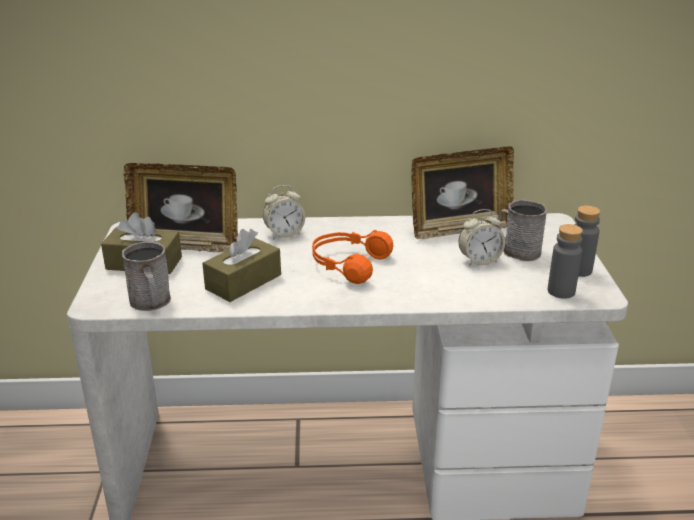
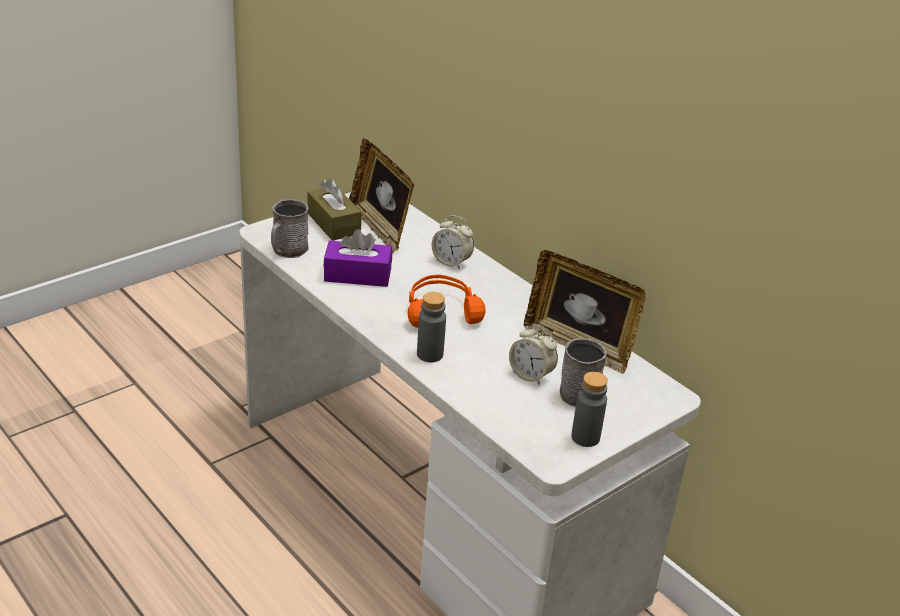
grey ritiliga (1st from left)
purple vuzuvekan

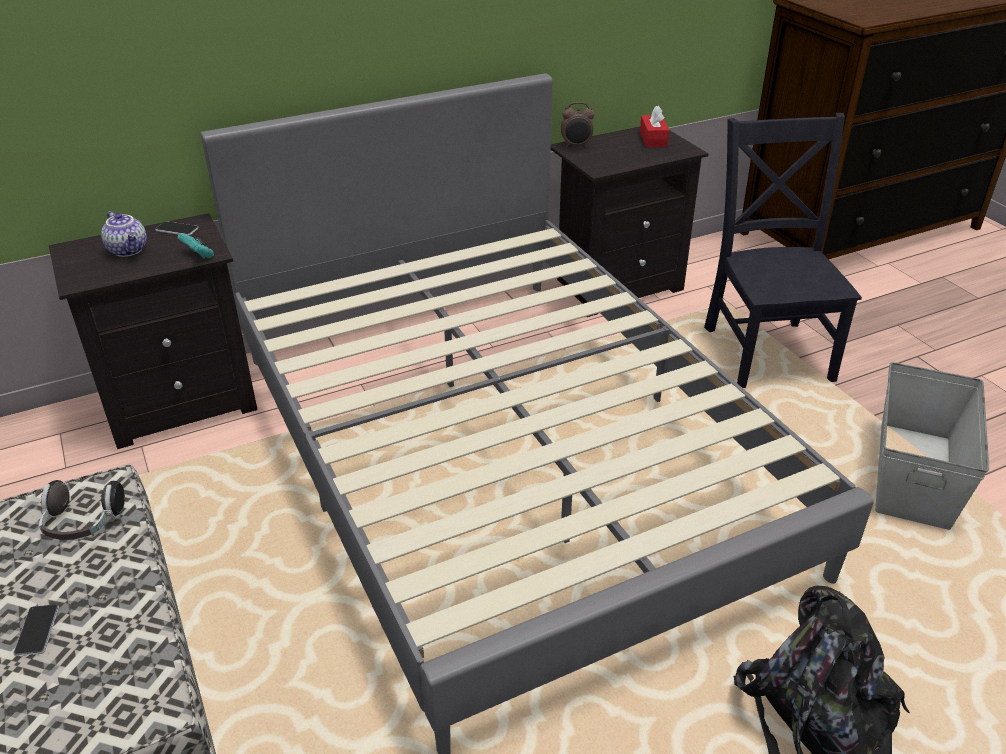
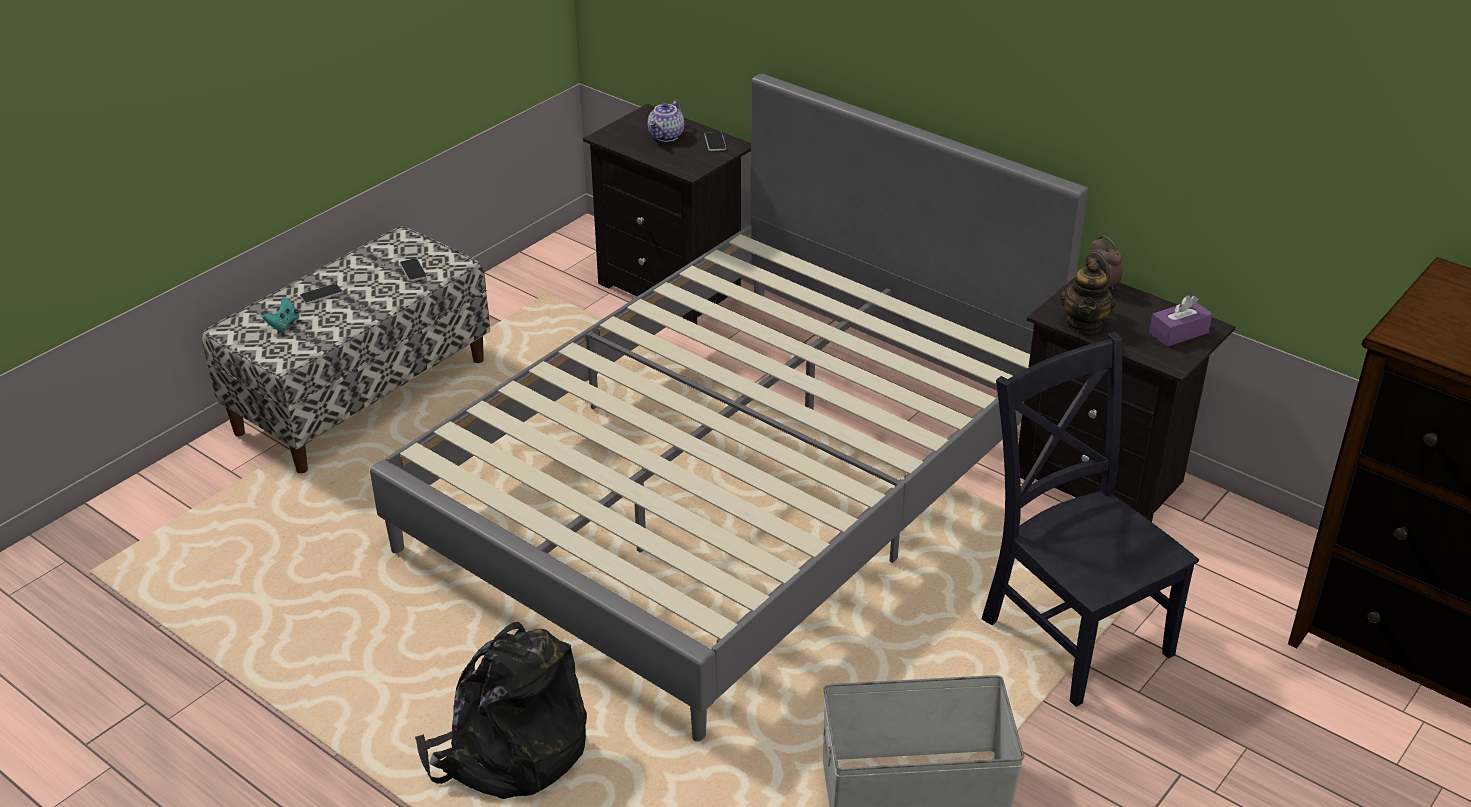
purple vuzuvekan
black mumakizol
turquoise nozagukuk
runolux (2nd from left)
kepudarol (2nd from left)

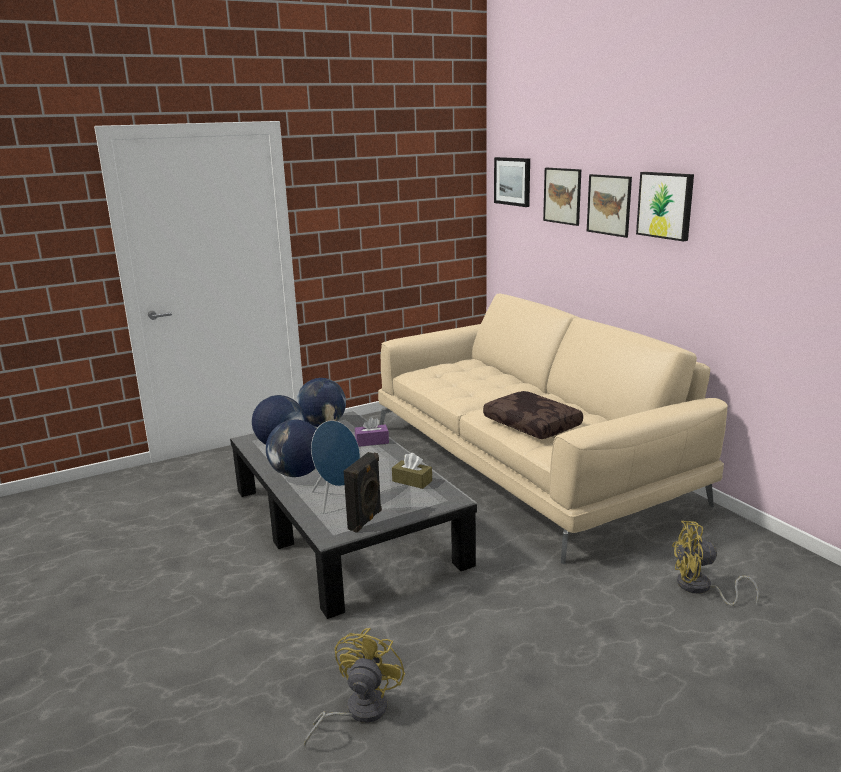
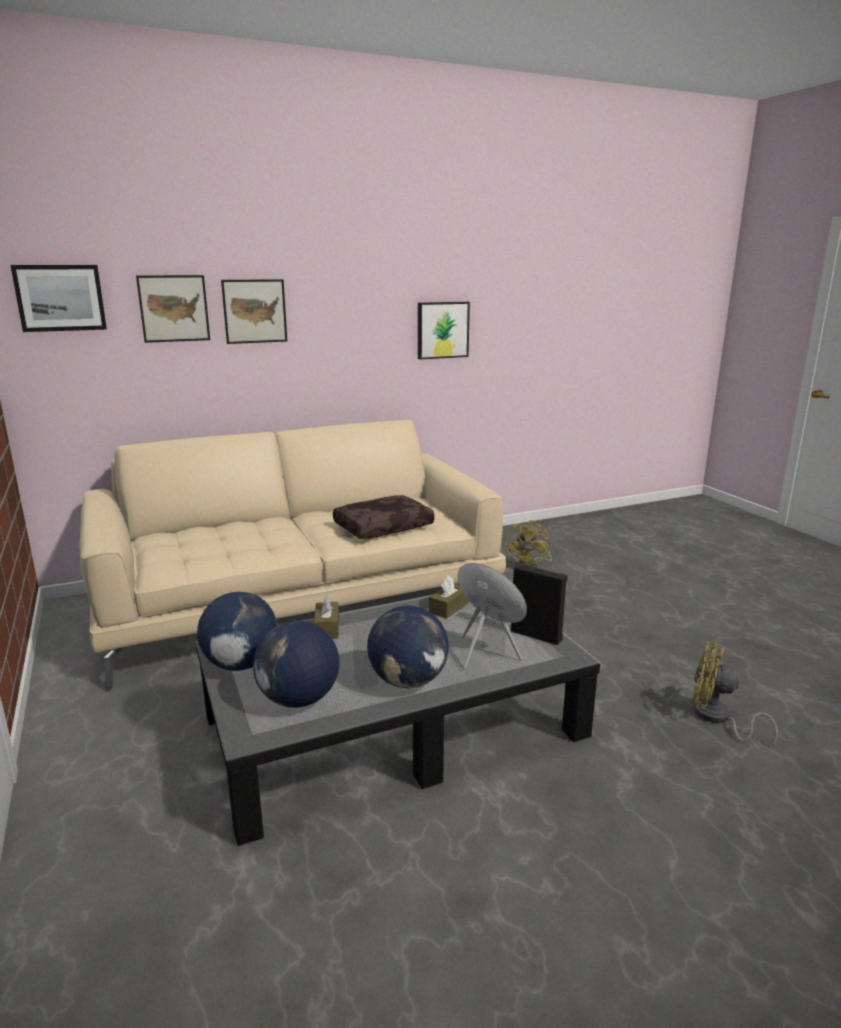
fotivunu (4th from left)
brown vuzuvekan (1st from left)

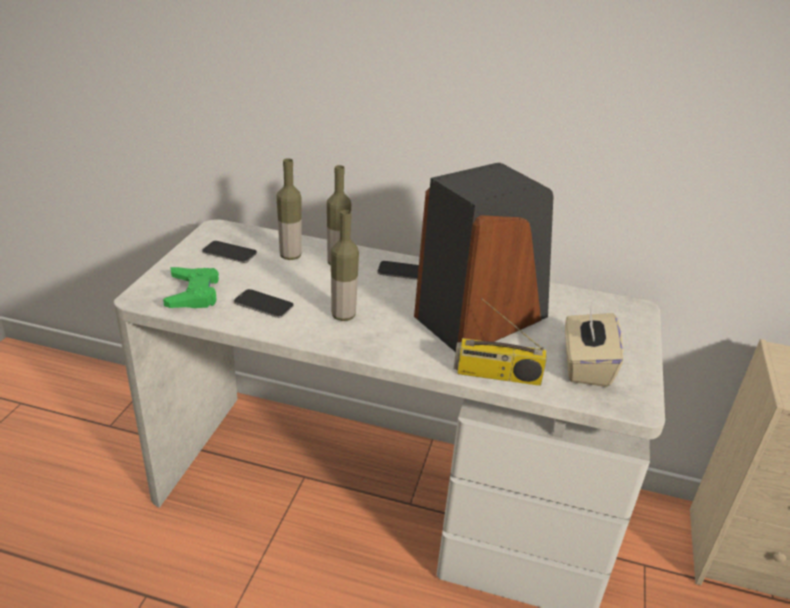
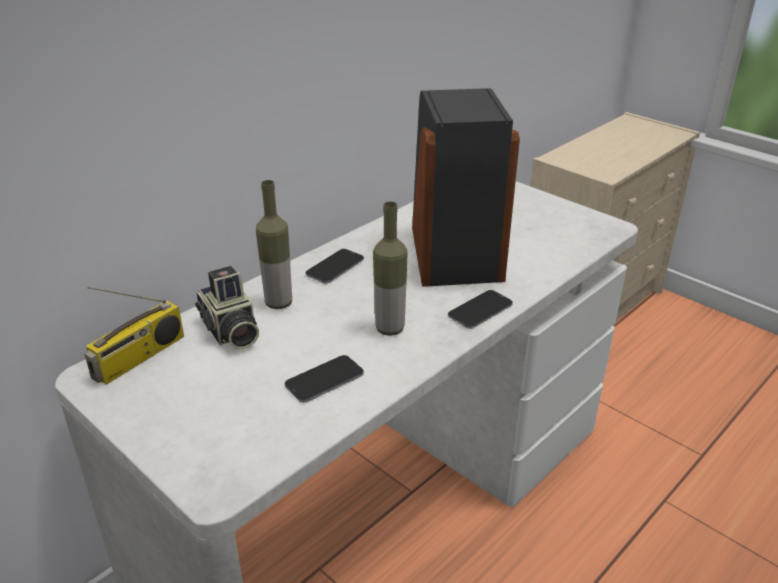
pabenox
runolux (3rd from left)
green nozagukuk
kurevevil
beige vuzuvekan

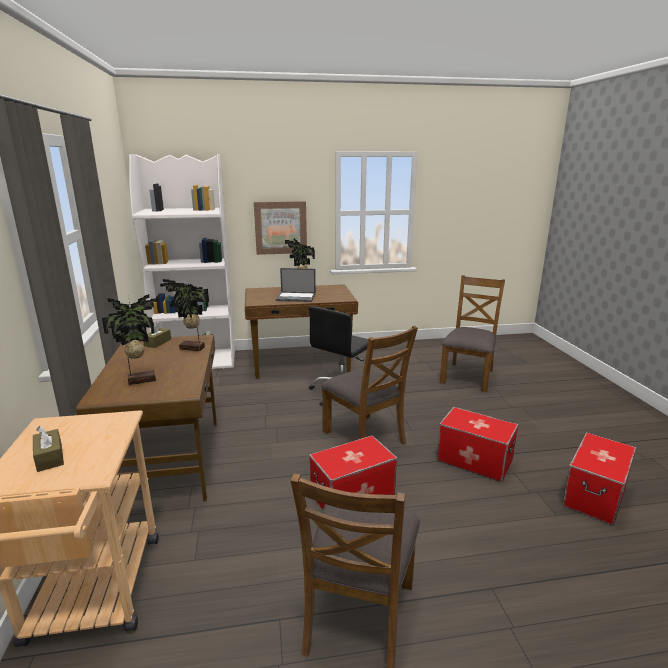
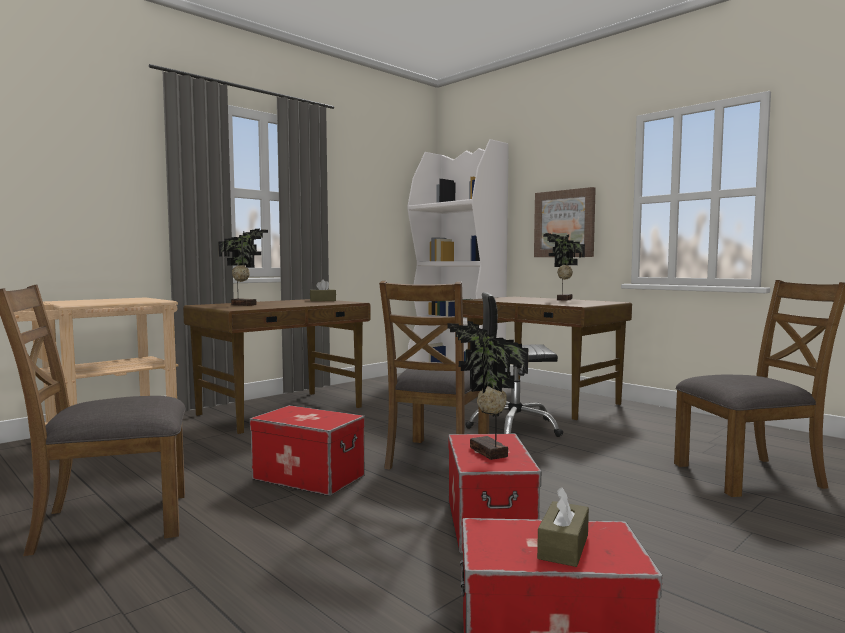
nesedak
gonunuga (2nd from left)
brown vuzuvekan (2nd from left)

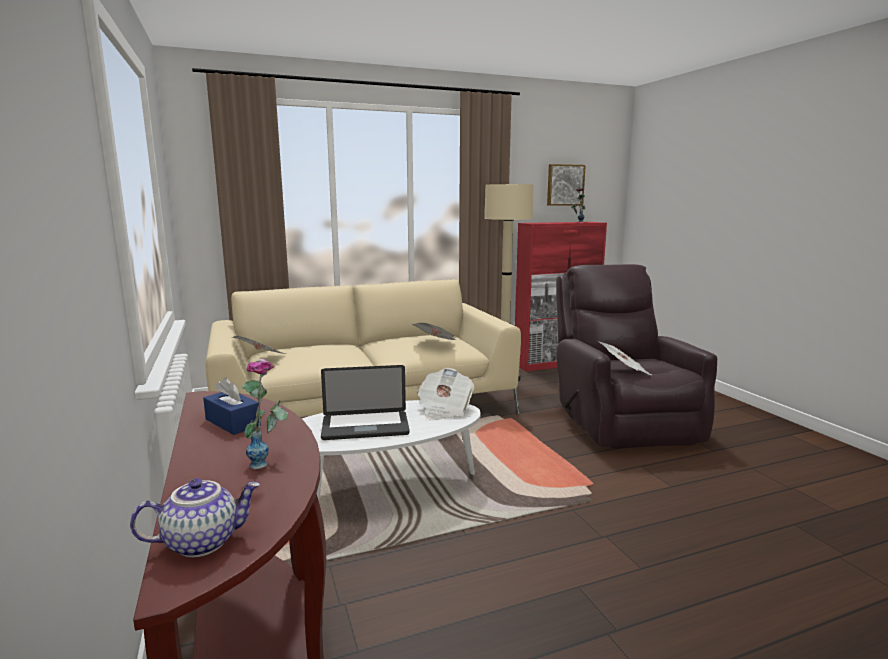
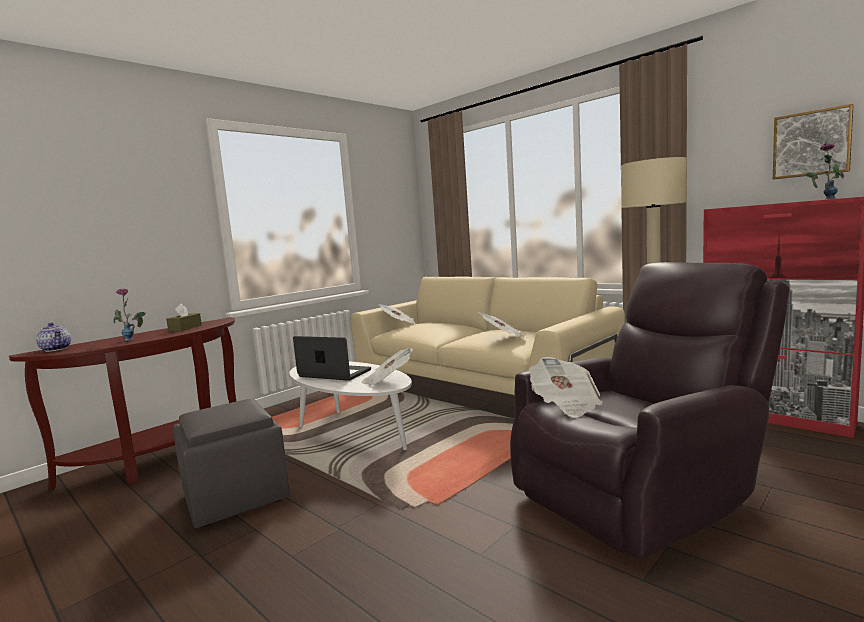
nesedak
brown vuzuvekan
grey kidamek

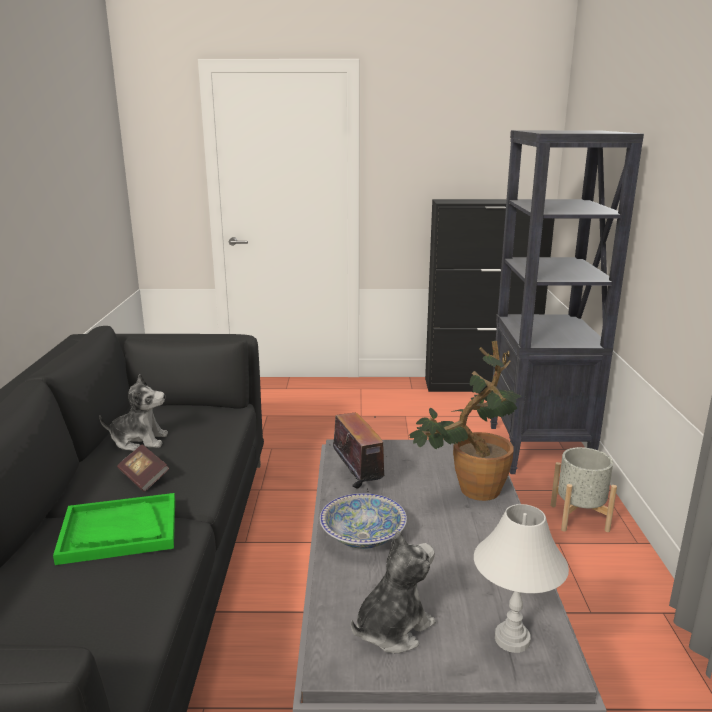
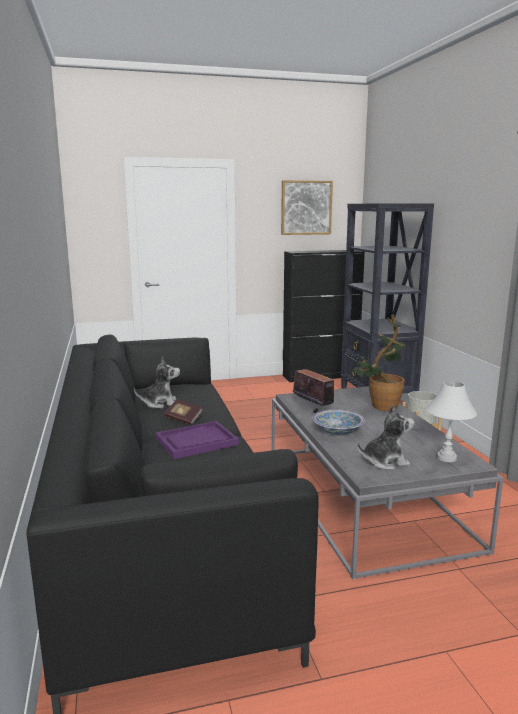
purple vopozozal
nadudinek (2nd from left)
fotivunu

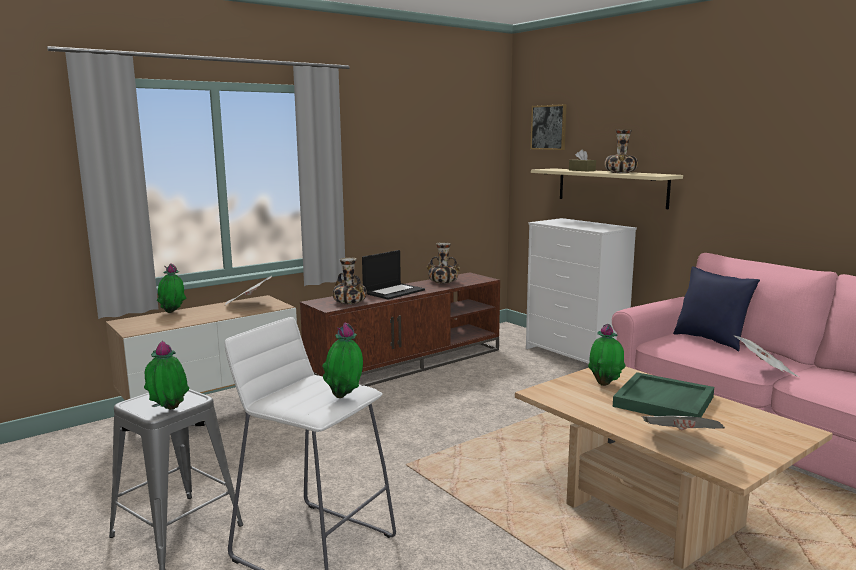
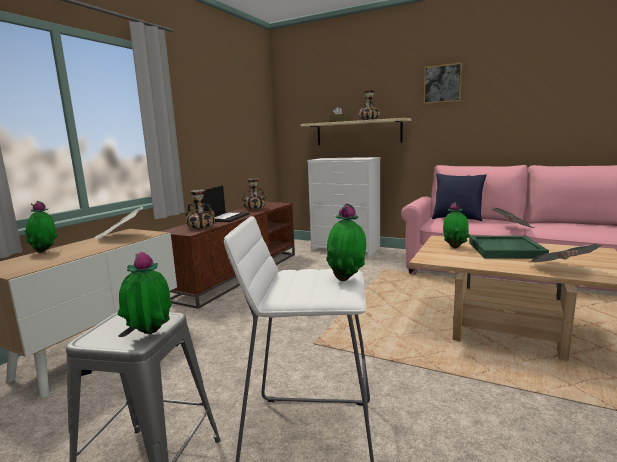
fotivunu

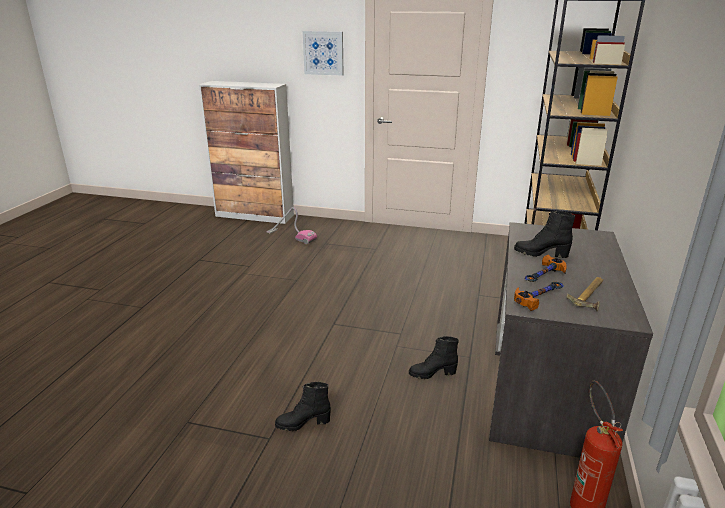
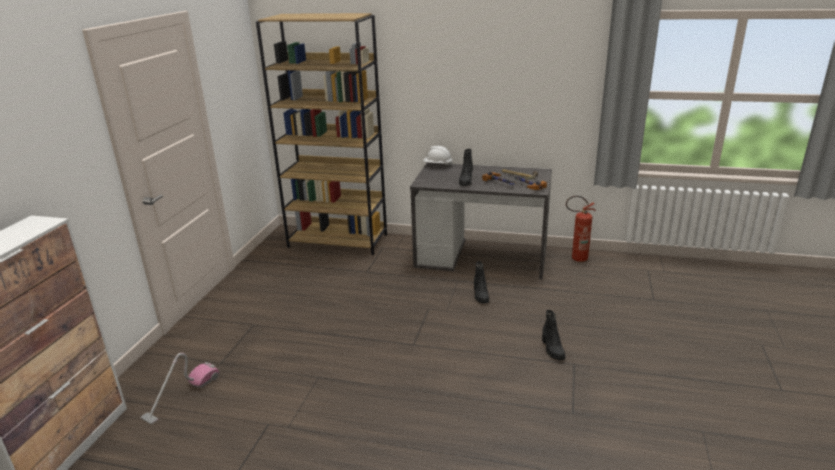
fotivunu
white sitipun

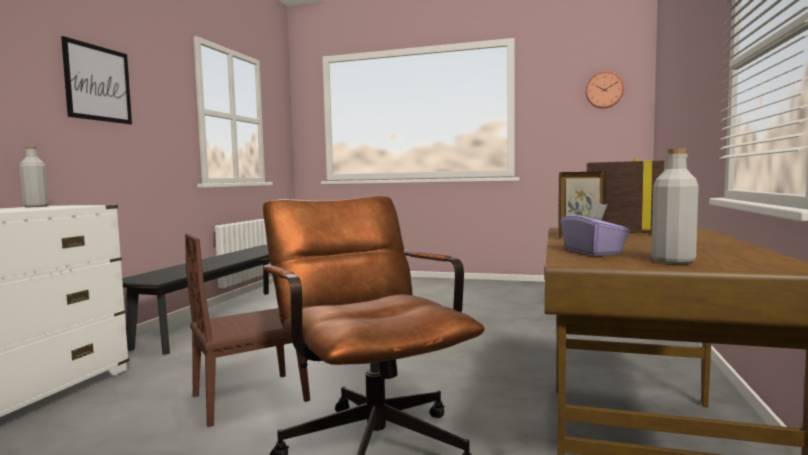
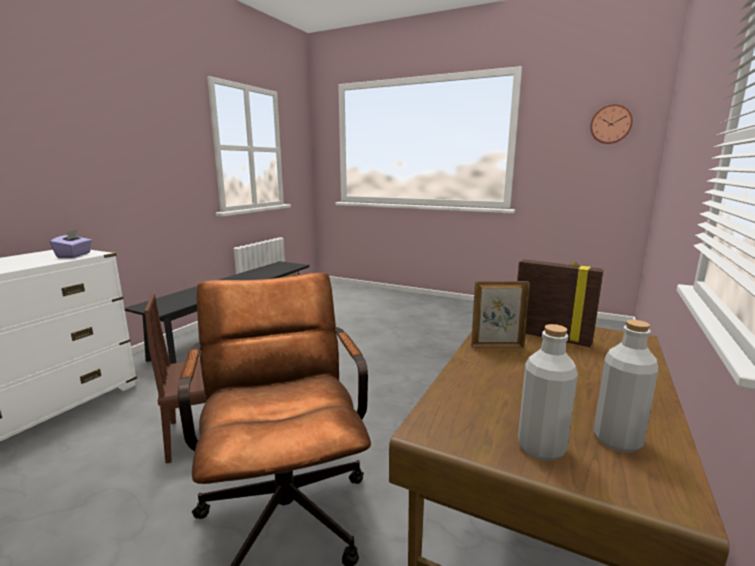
fotivunu
grey ritiliga (2nd from left)
purple vuzuvekan

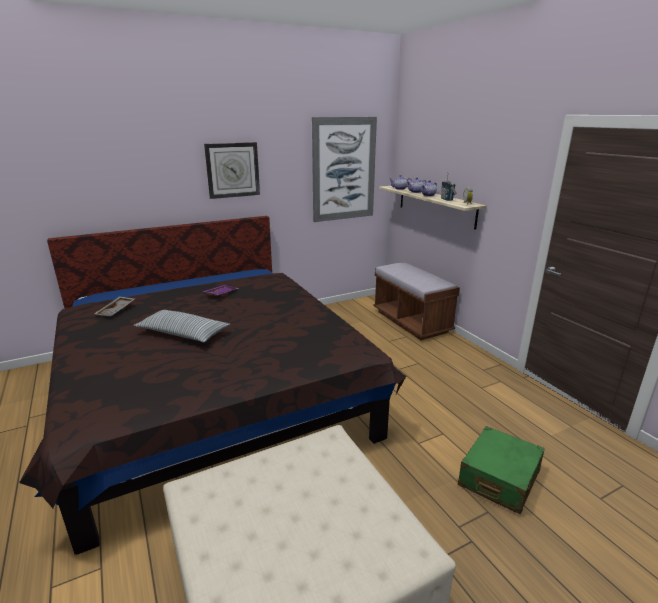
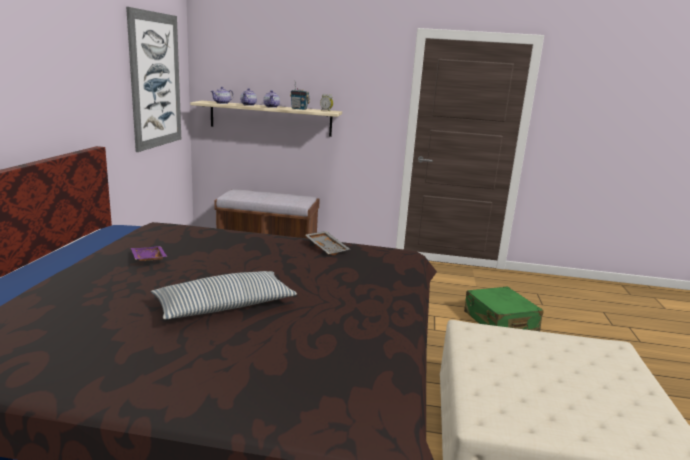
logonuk
grey vopozozal

